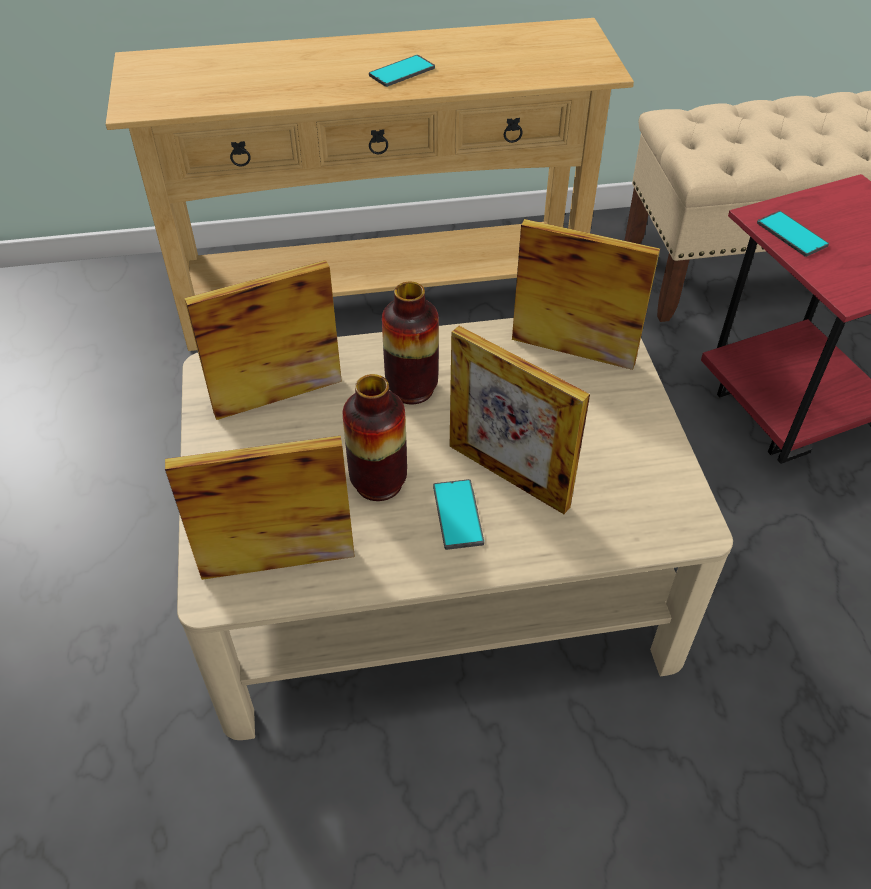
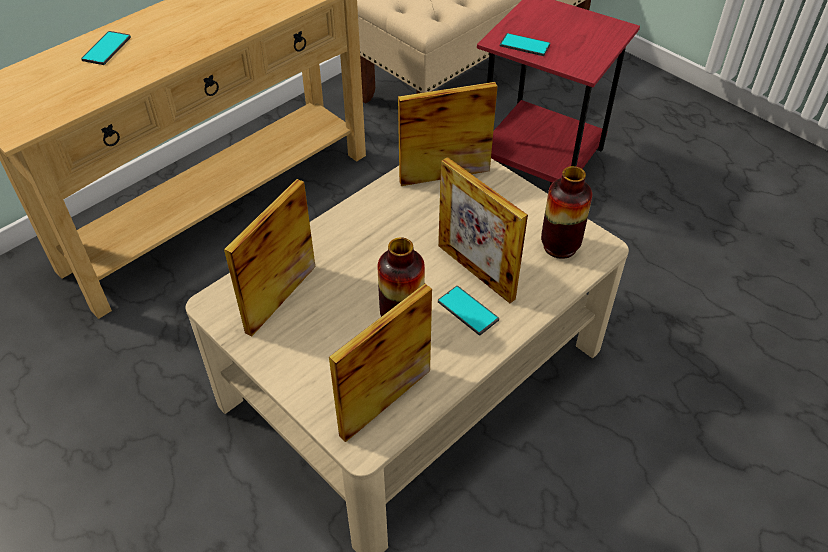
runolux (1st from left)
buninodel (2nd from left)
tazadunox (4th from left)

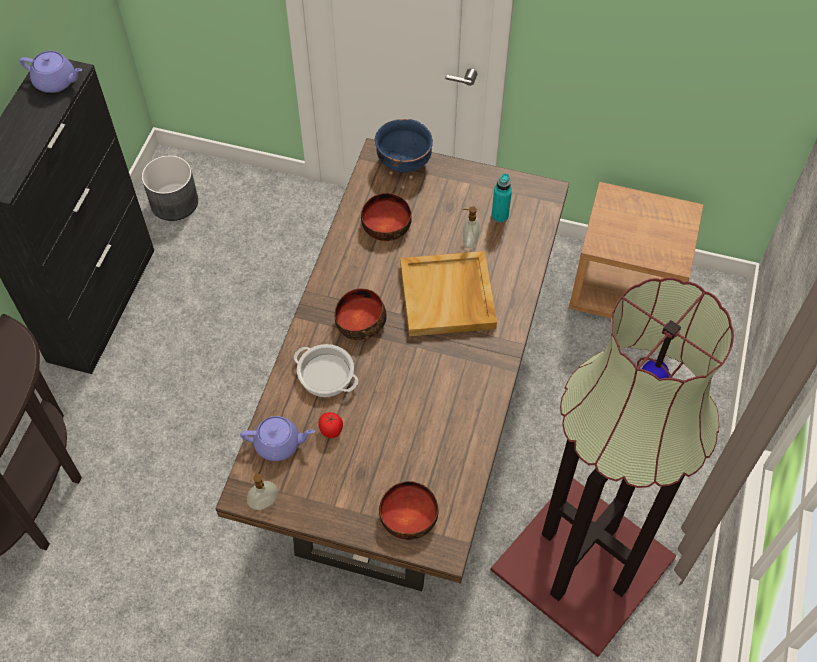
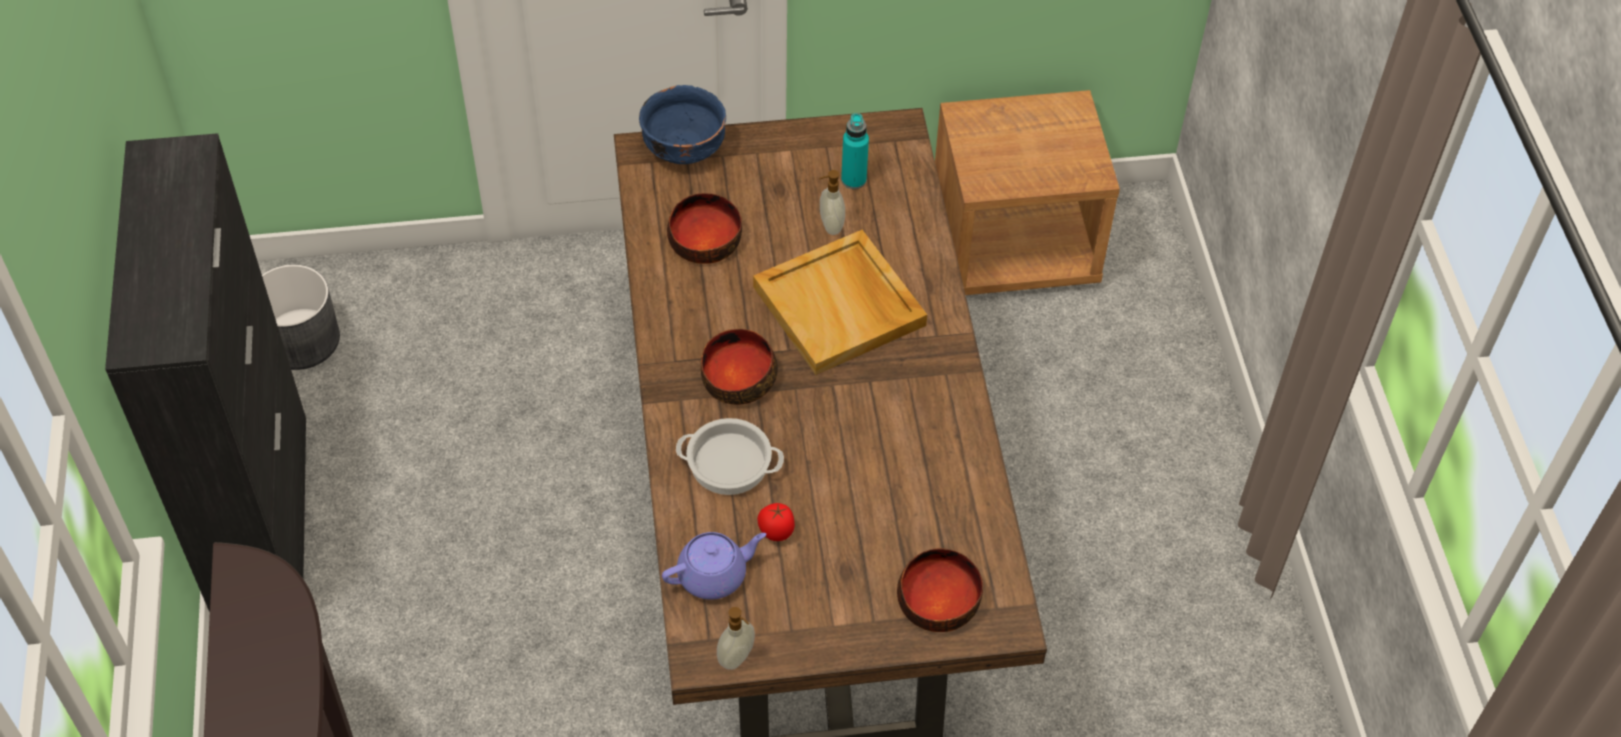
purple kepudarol (1st from left in the first image)
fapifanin

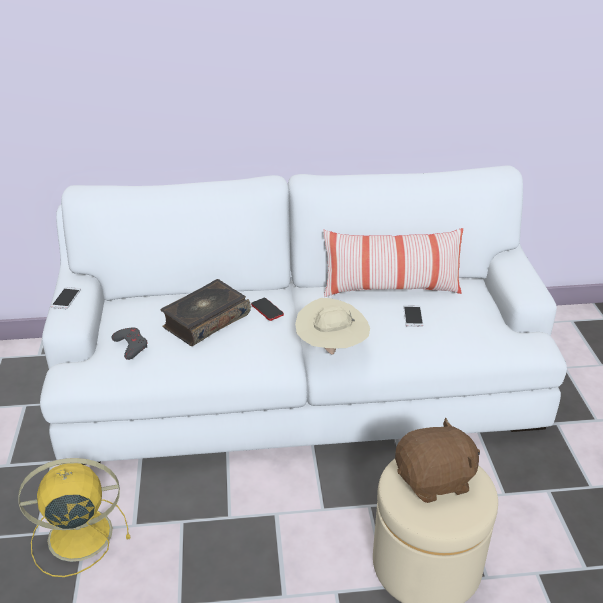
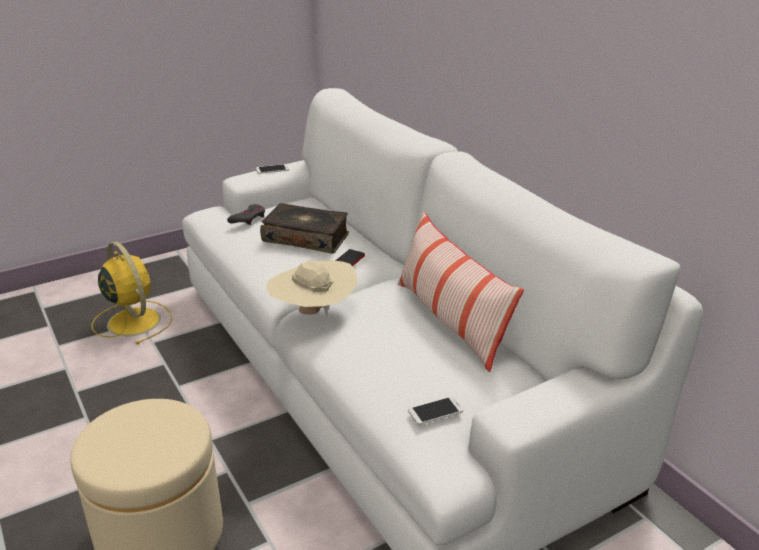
runolux (3rd from left)
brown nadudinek

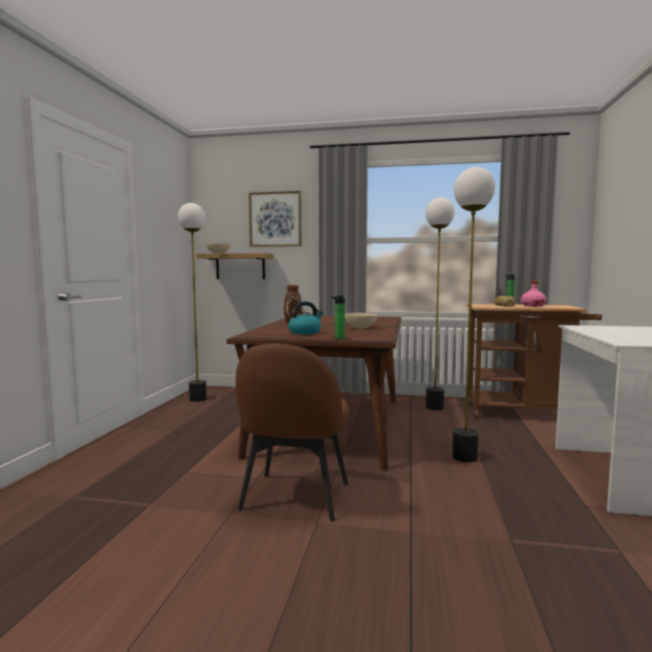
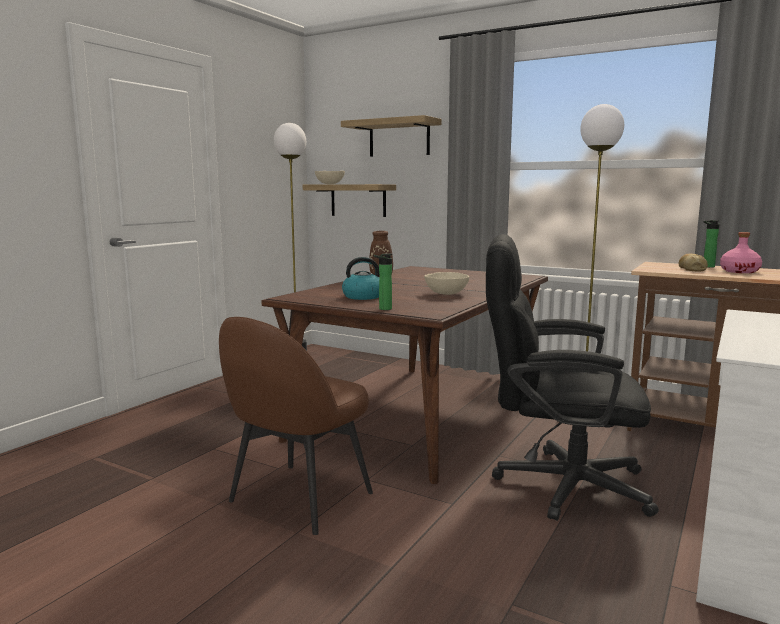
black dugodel
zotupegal (2nd from left)

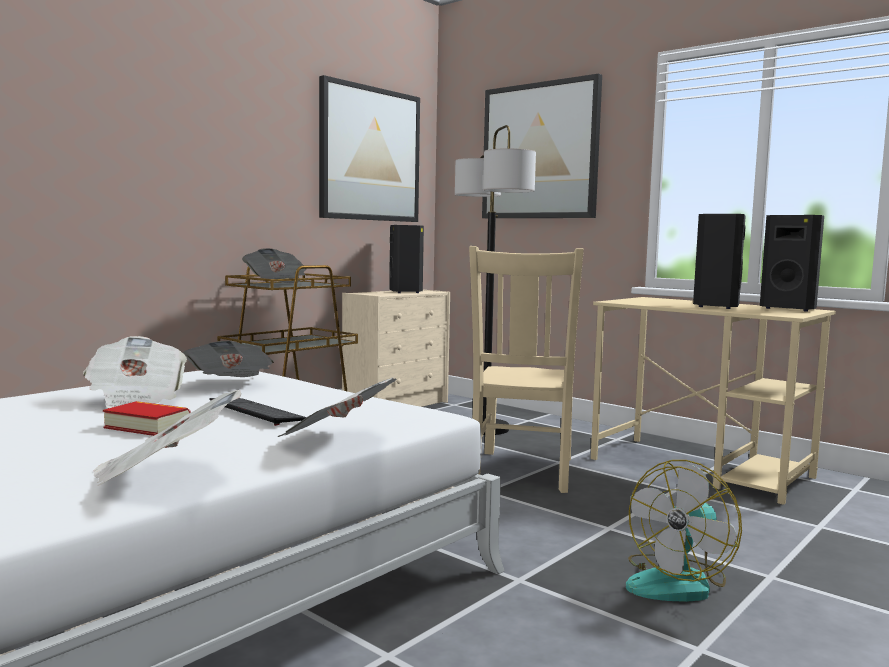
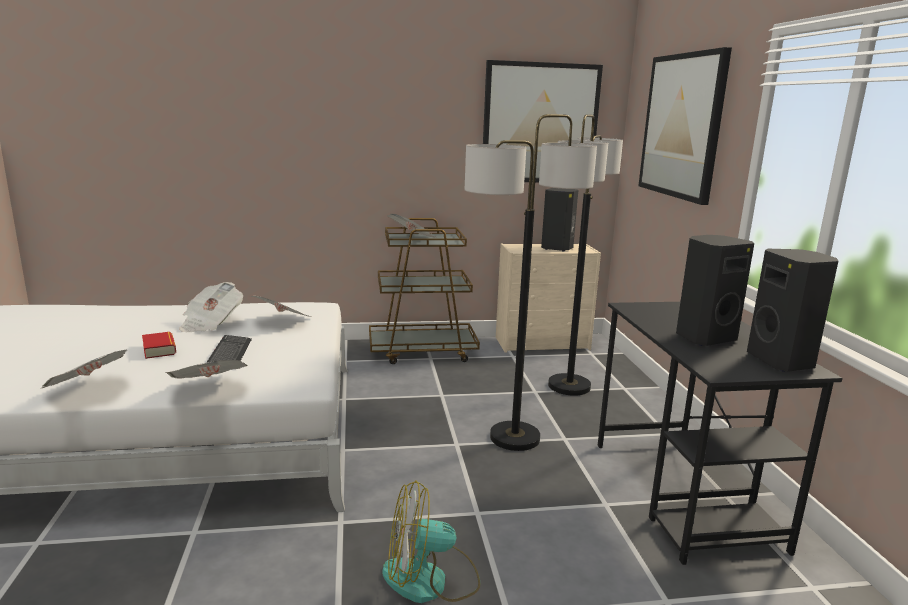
fapifanin (1st from left)
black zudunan

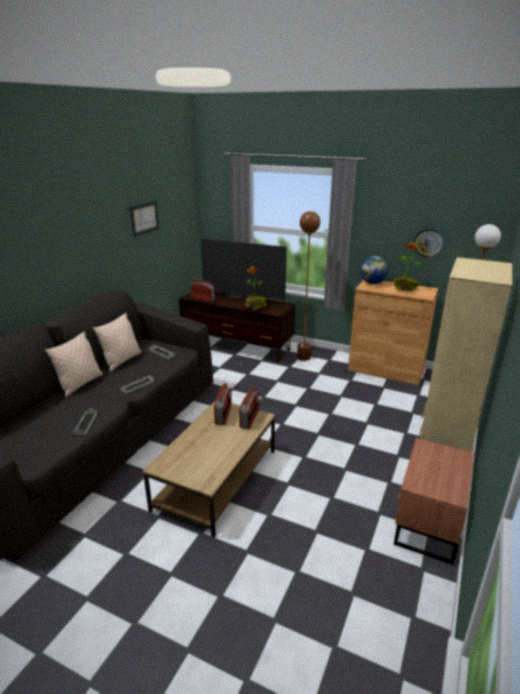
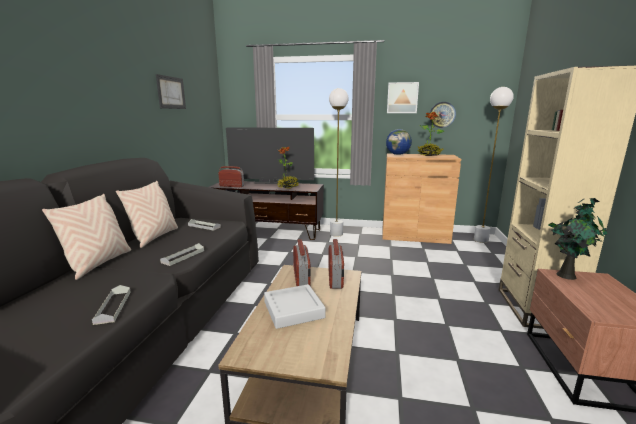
white fapifanin (1st from left)
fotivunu (2nd from left)
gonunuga (3rd from left)
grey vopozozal (4th from left)

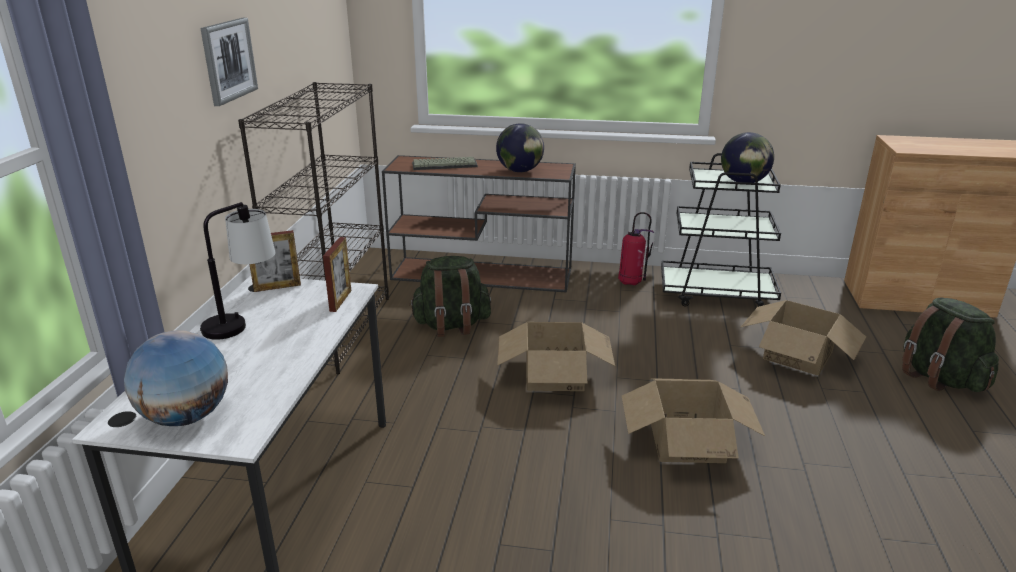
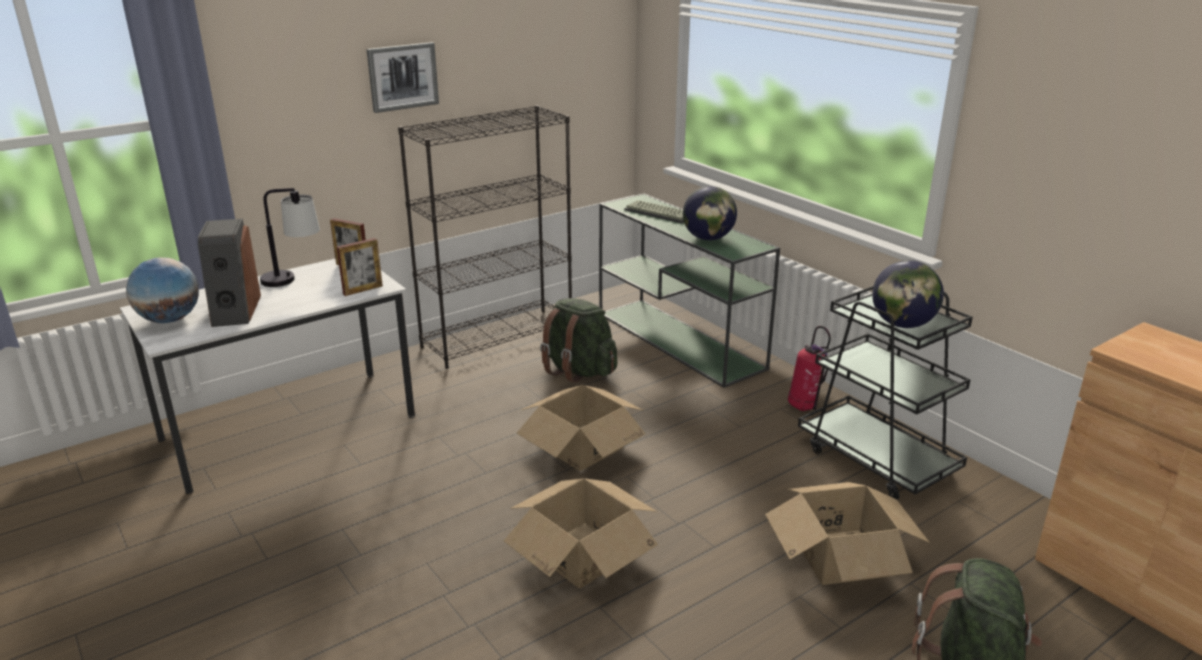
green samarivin
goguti

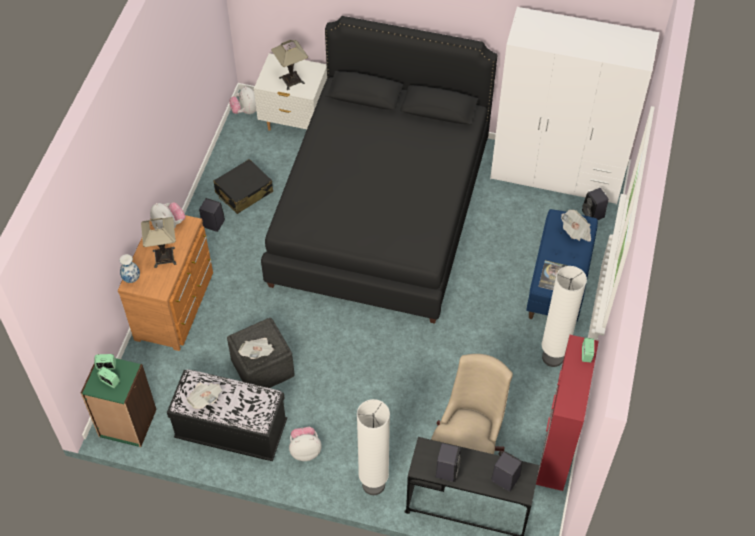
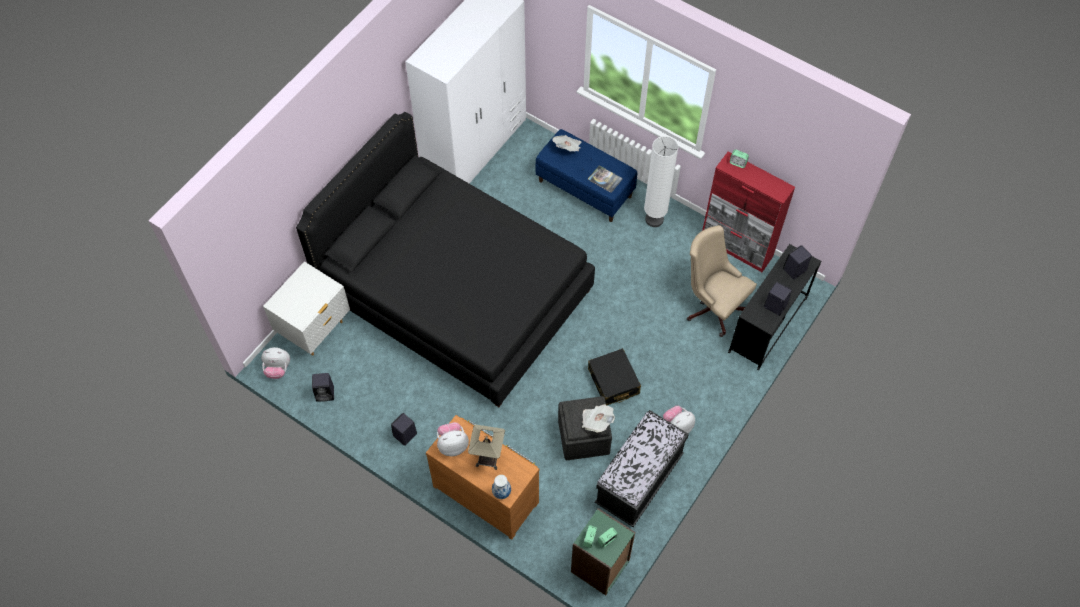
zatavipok (2nd from left in the first image)
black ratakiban
black goguti (1st from left)
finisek (1st from left in the first image)
white fapifanin (1st from left in the first image)
nadudinek (3rd from left)

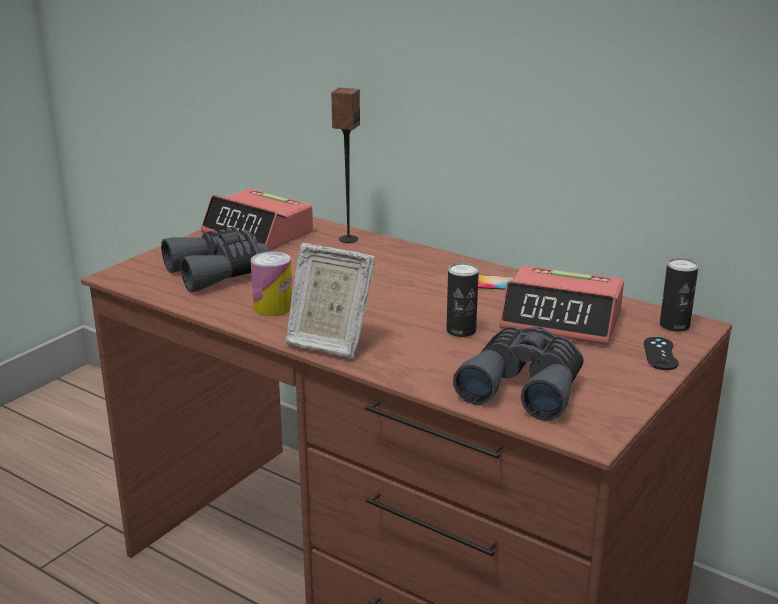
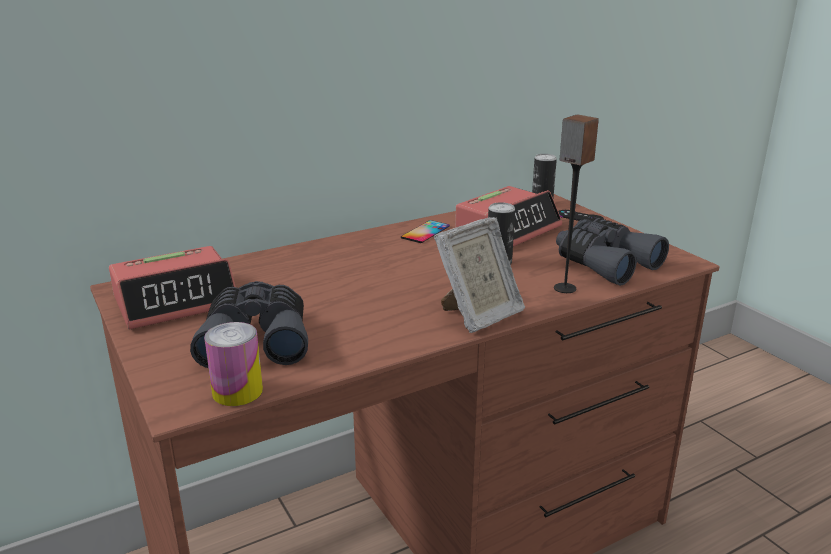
goguti
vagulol (1st from left)

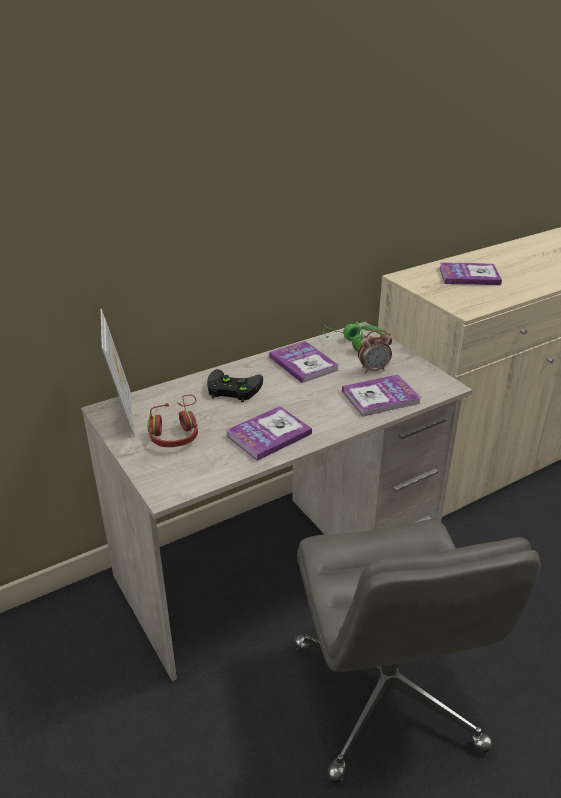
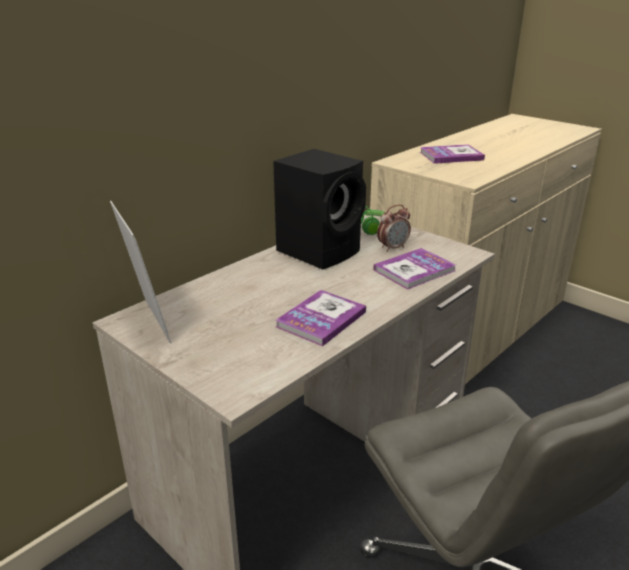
black goguti
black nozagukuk
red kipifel

